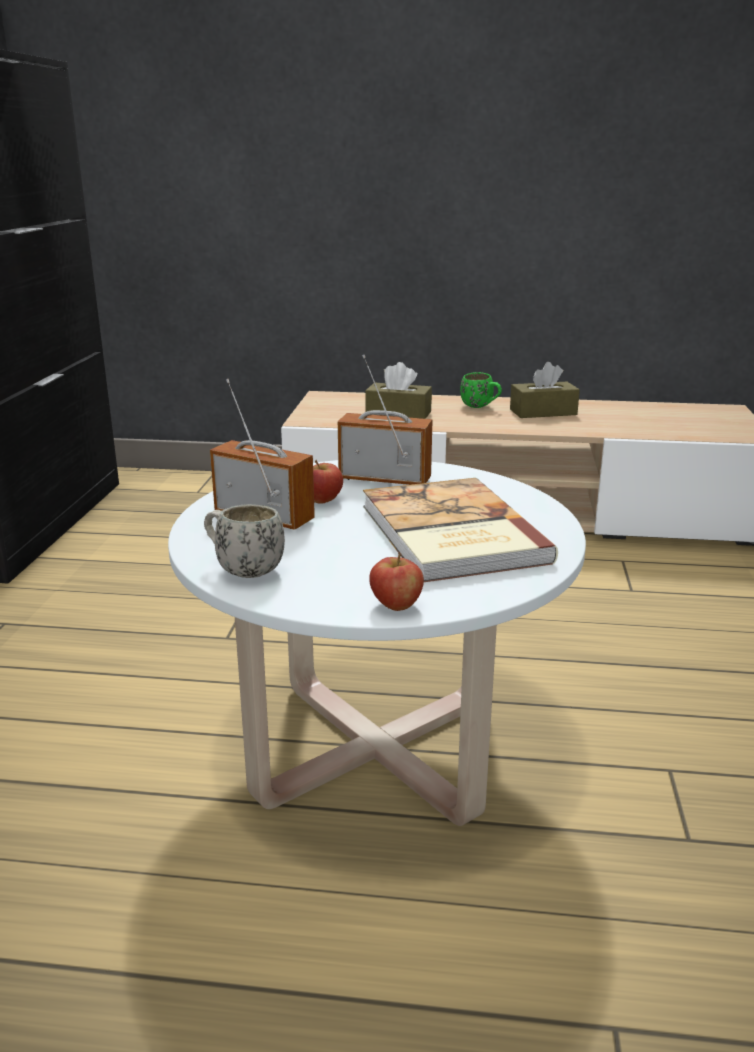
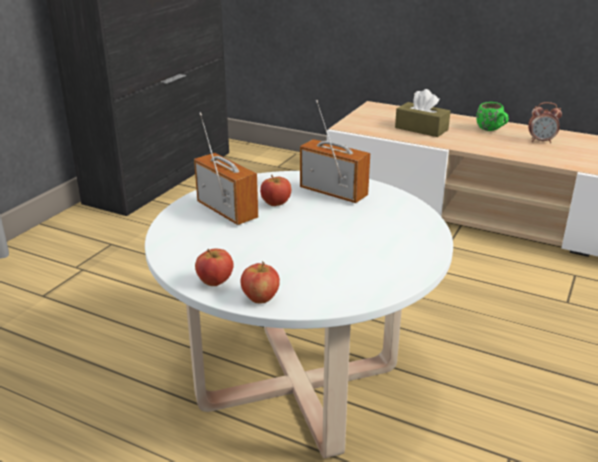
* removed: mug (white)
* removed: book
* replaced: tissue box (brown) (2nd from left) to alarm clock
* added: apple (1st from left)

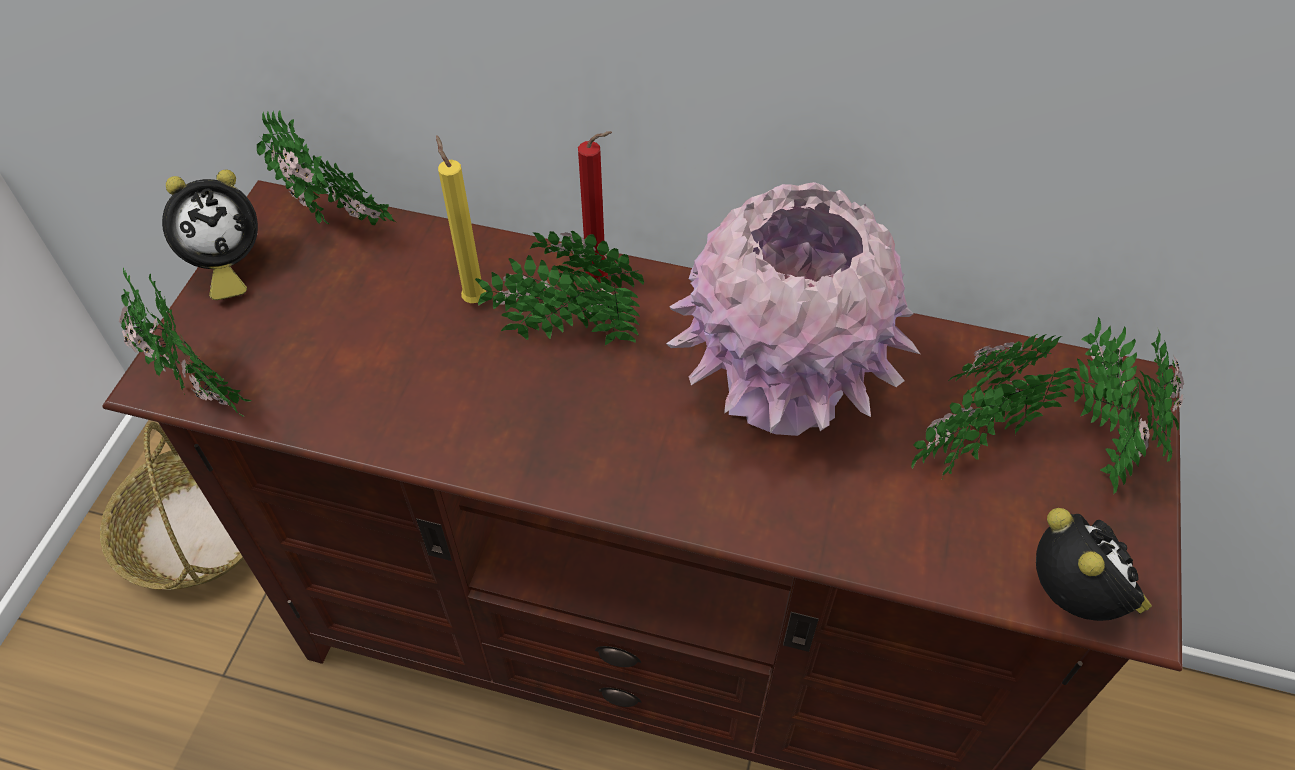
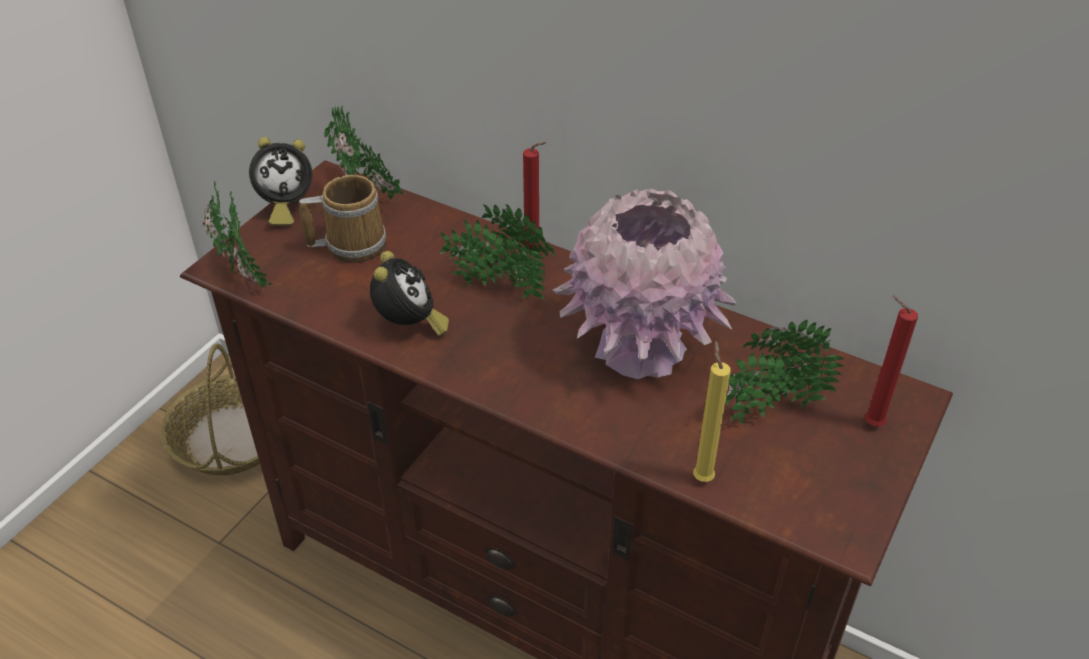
* moved: candle (yellow)
* moved: alarm clock (2nd from left)
* replaced: potted plant (5th from left) to candle (red) (2nd from left)
* added: mug

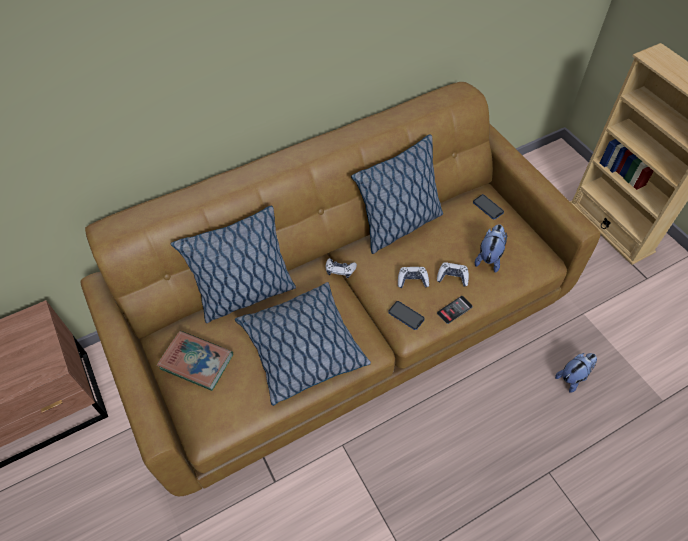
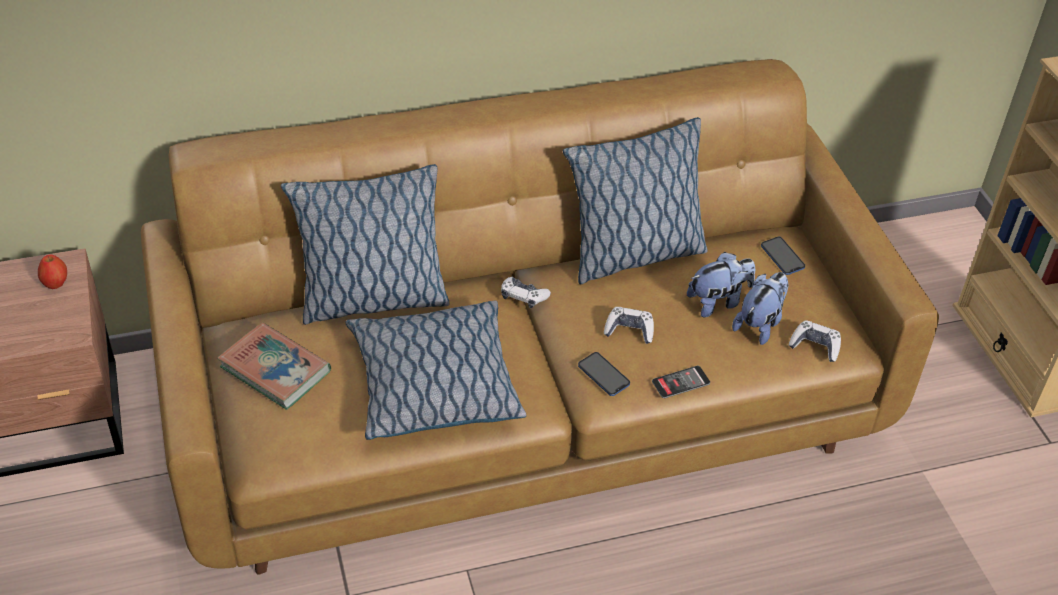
* moved: game controller (3rd from left)
* moved: plush toy (2nd from left in the first image) to plush toy (1st from left)
* added: apple

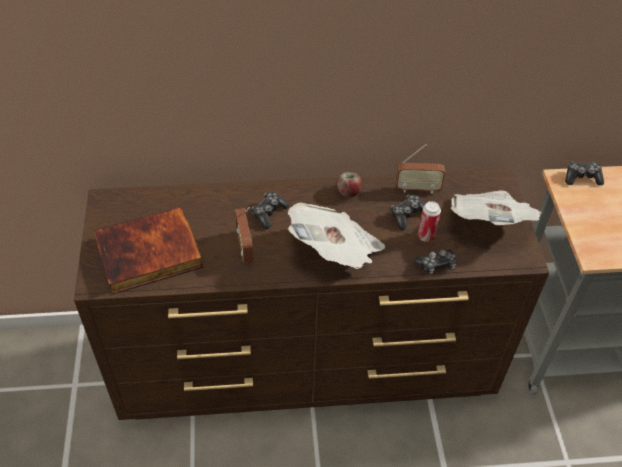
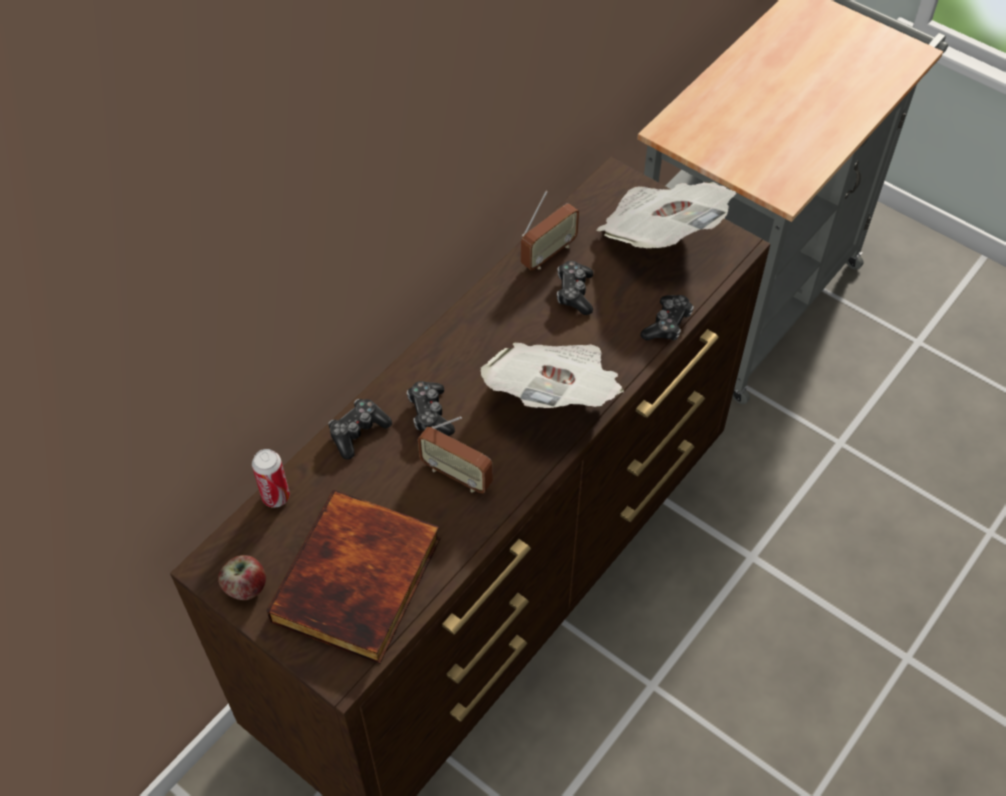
* moved: apple
* moved: can
* moved: game controller (4th from left in the first image) to game controller (1st from left)

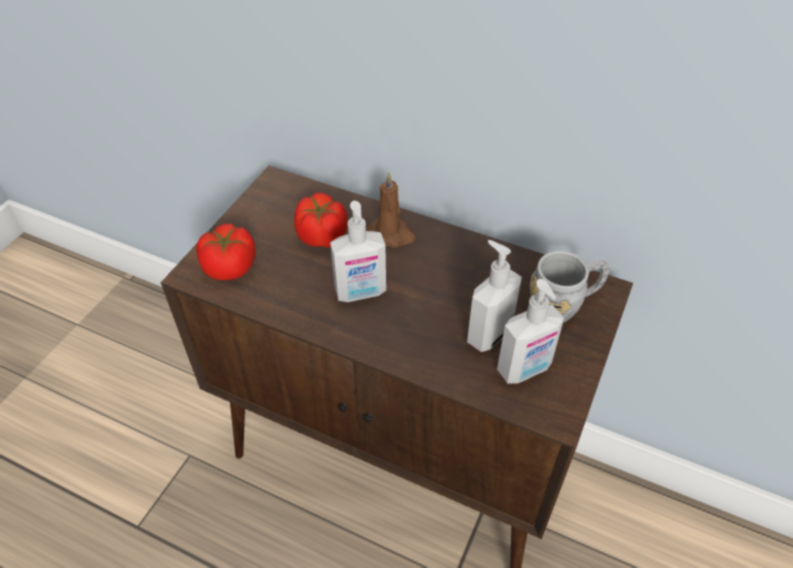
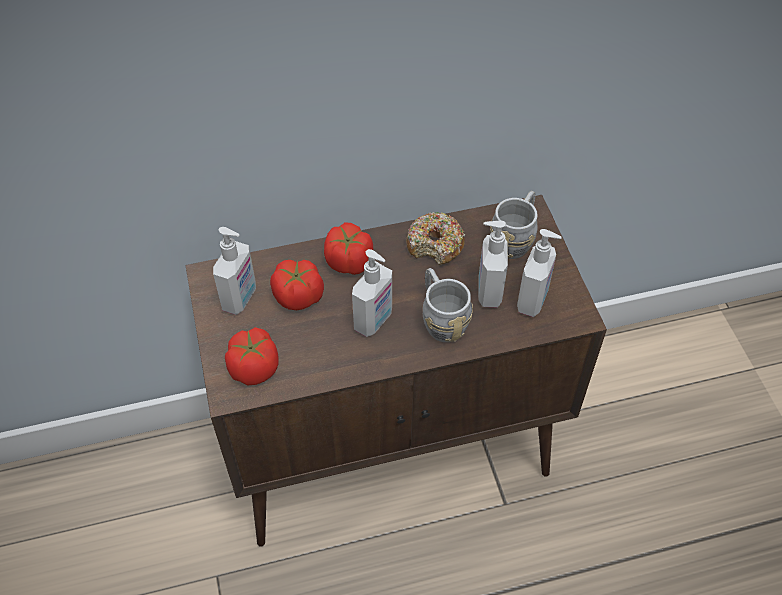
* replaced: candle (brown) to tomato (3rd from left)
* added: soap dispenser (1st from left)
* added: donut
* added: mug (grey) (1st from left)

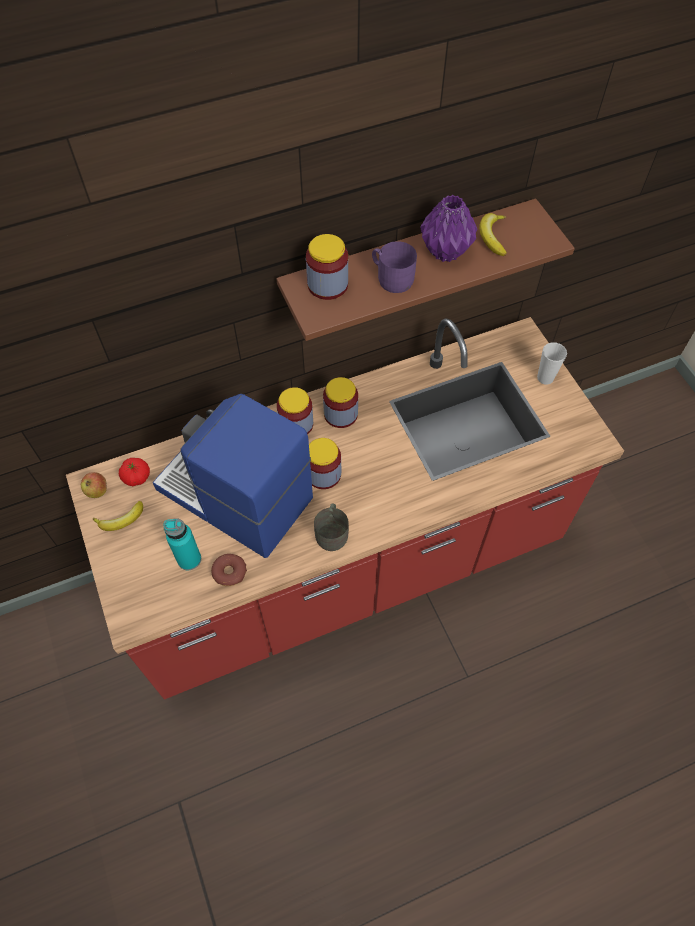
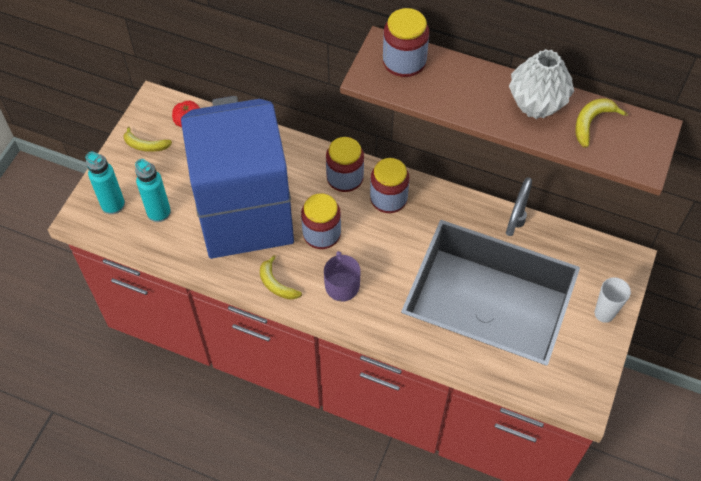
* removed: apple
* removed: donut
* replaced: mug (grey) to banana (2nd from left)
* moved: mug (purple)
* recoloured: vase (purple) to vase (grey)
* added: bottle (turquoise) (1st from left)

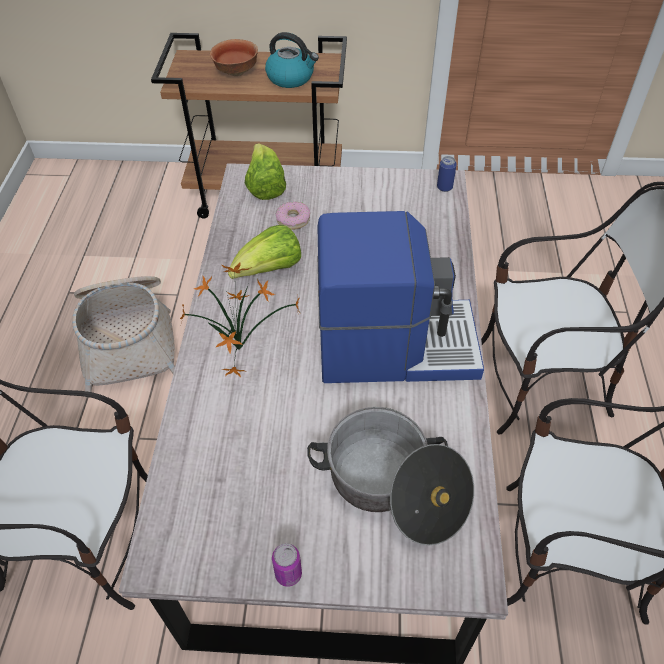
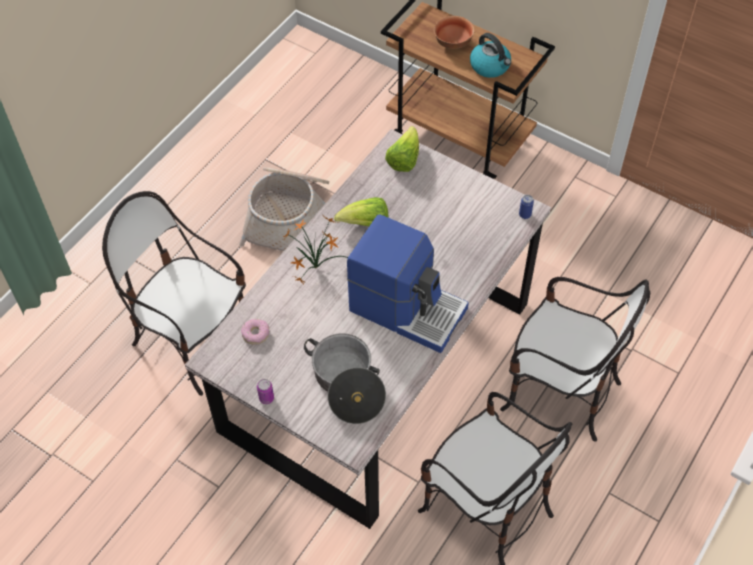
* moved: donut

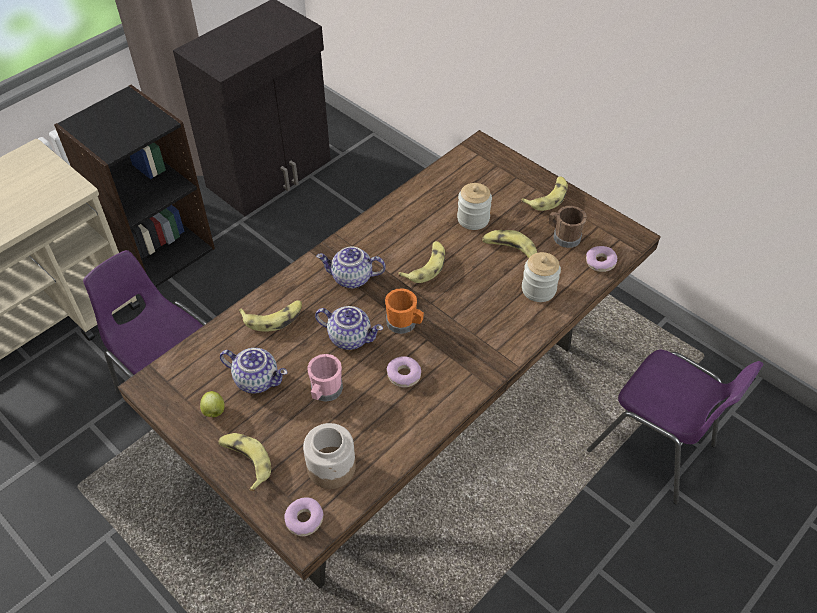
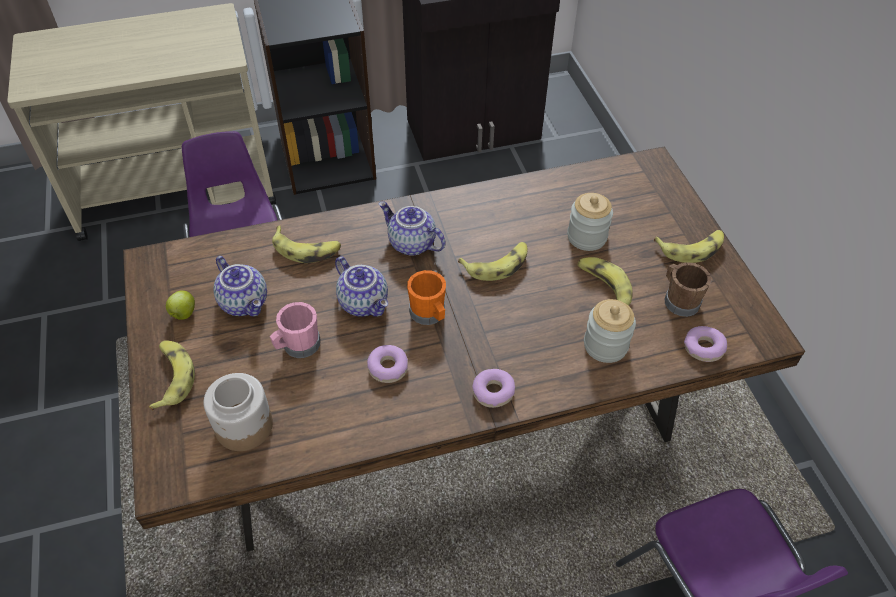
* moved: donut (1st from left in the first image) to donut (2nd from left)

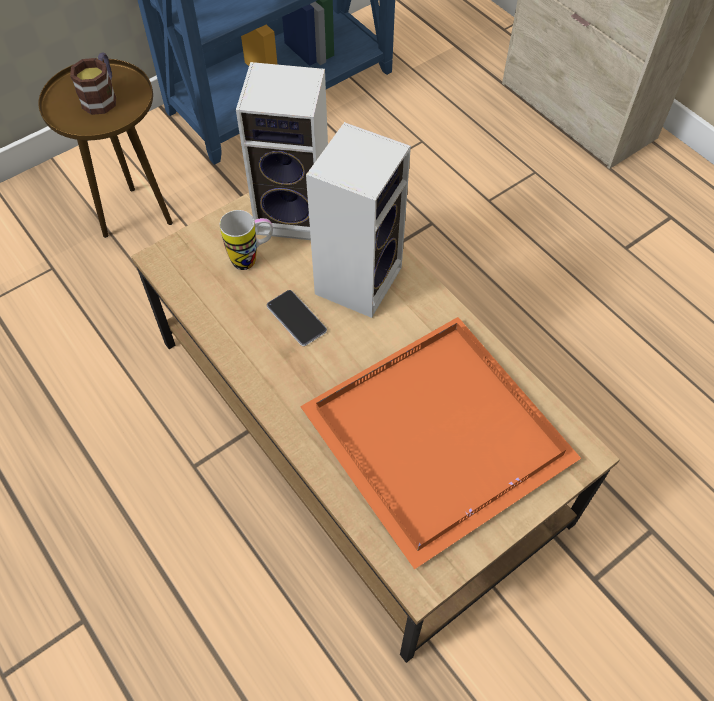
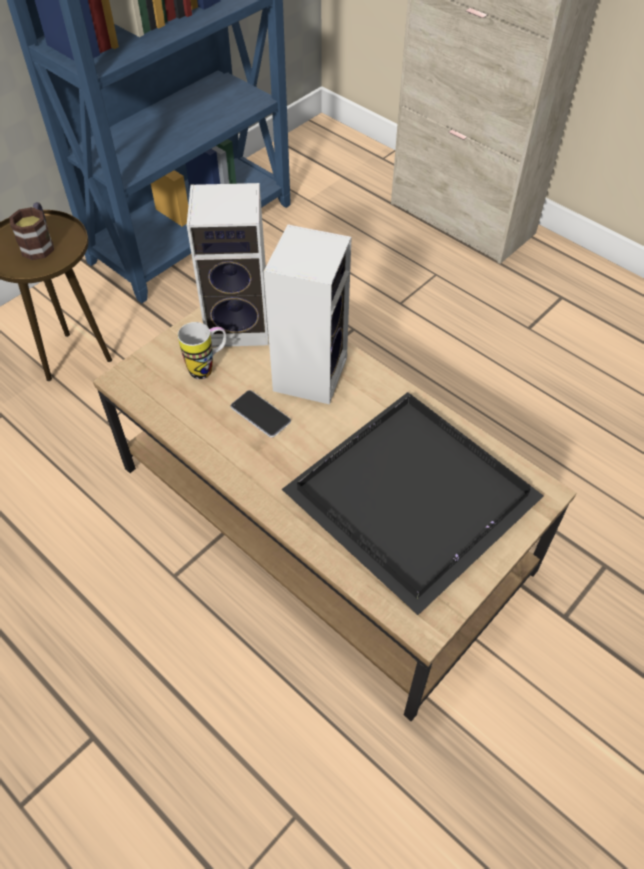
* recoloured: tray (orange) to tray (black)

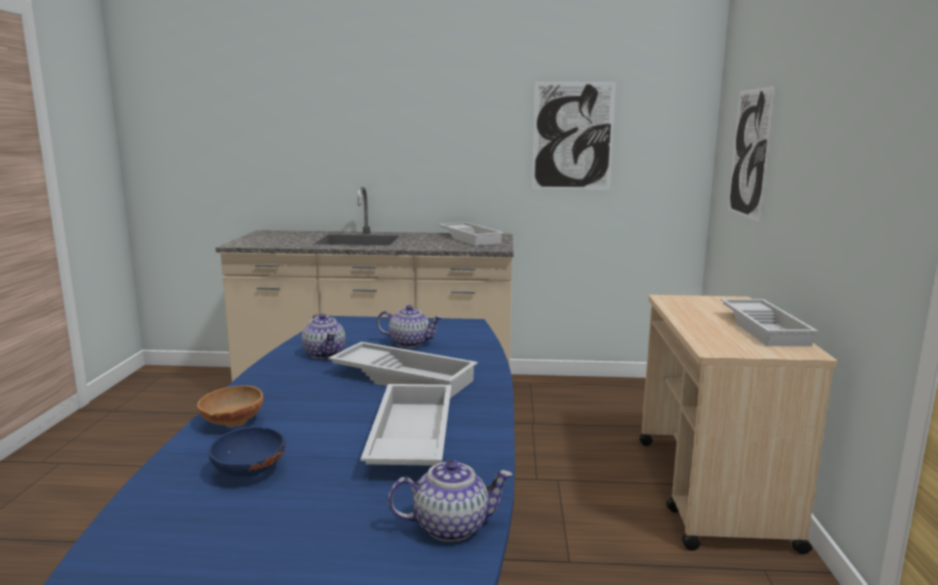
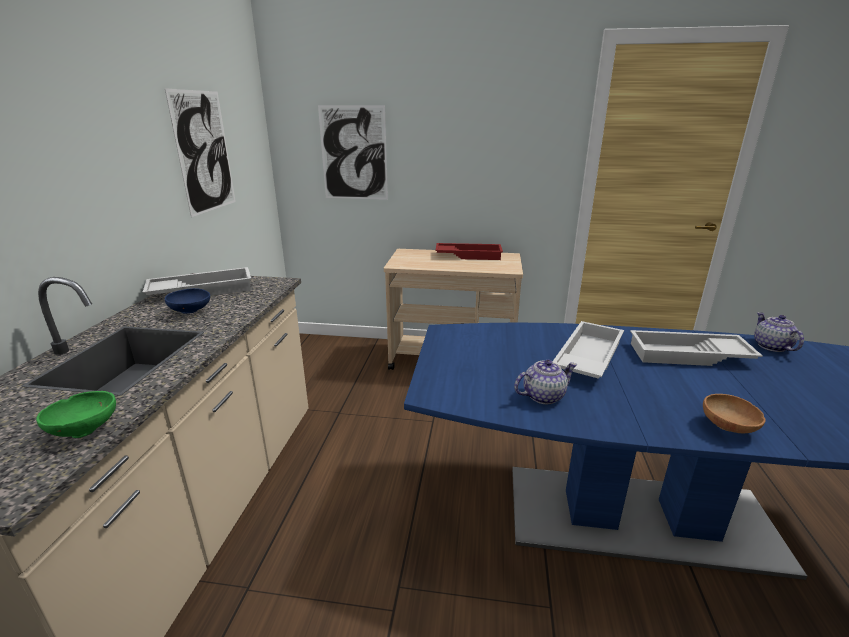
* moved: bowl (blue)
* removed: teapot (2nd from left)
* recoloured: tray (white) (4th from left) to tray (red)
* added: bowl (green)

